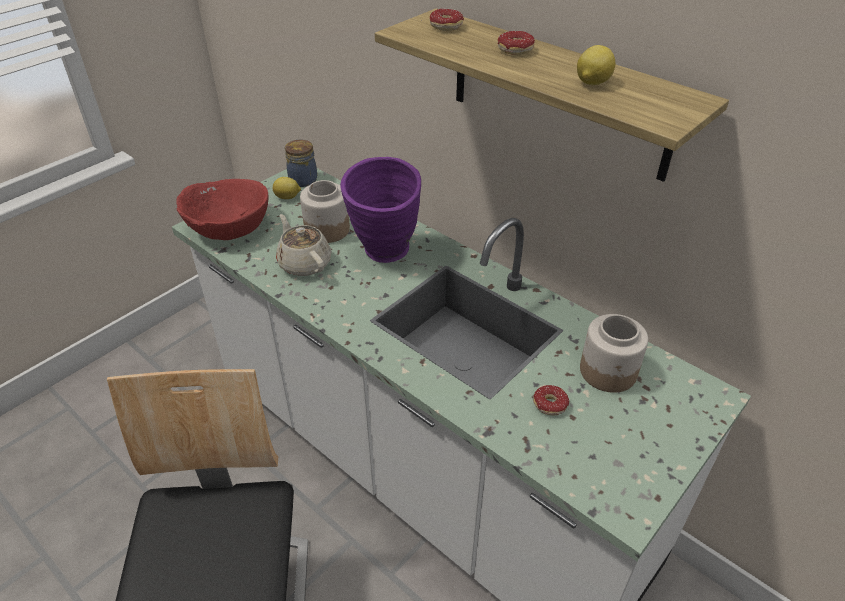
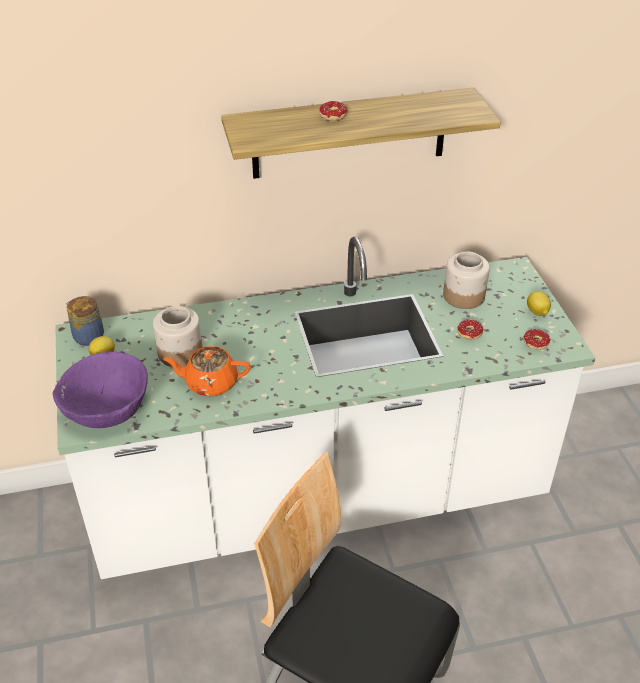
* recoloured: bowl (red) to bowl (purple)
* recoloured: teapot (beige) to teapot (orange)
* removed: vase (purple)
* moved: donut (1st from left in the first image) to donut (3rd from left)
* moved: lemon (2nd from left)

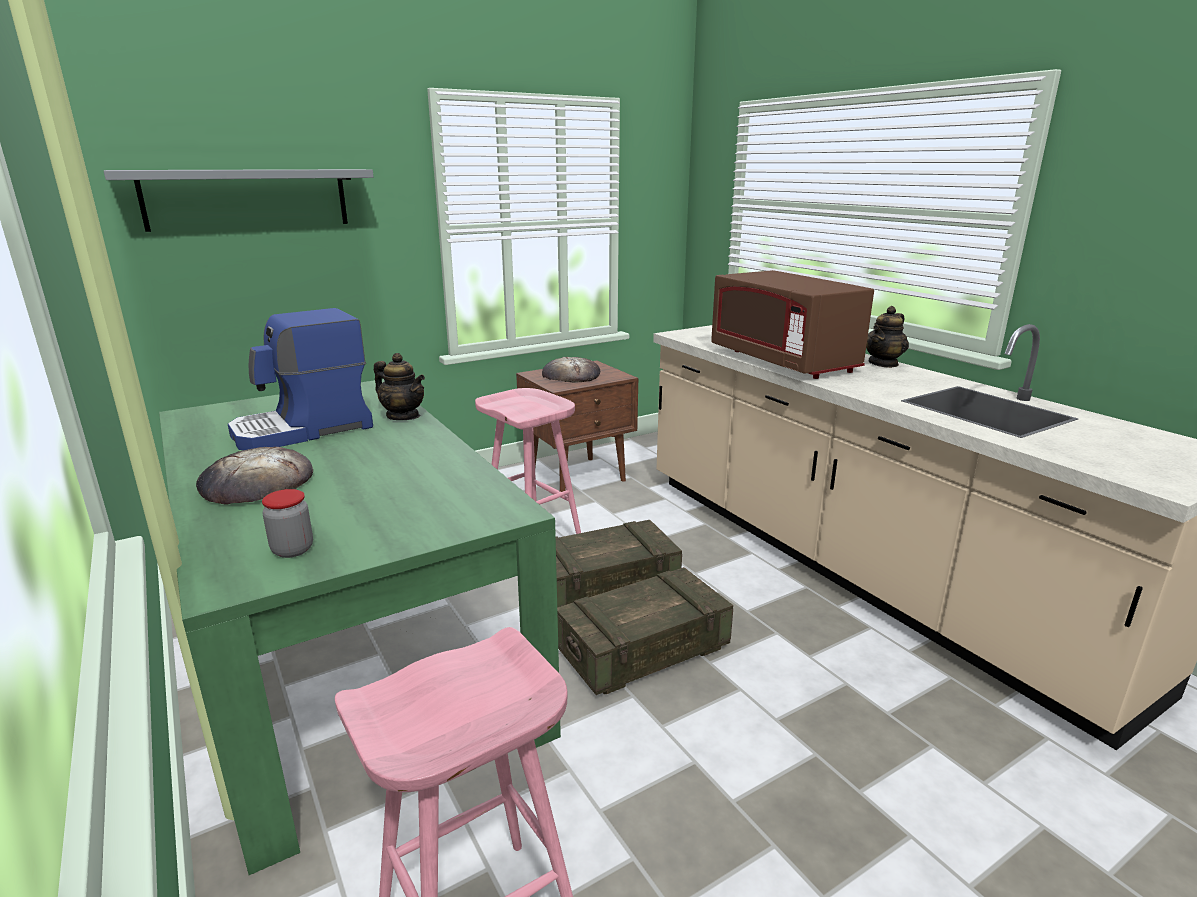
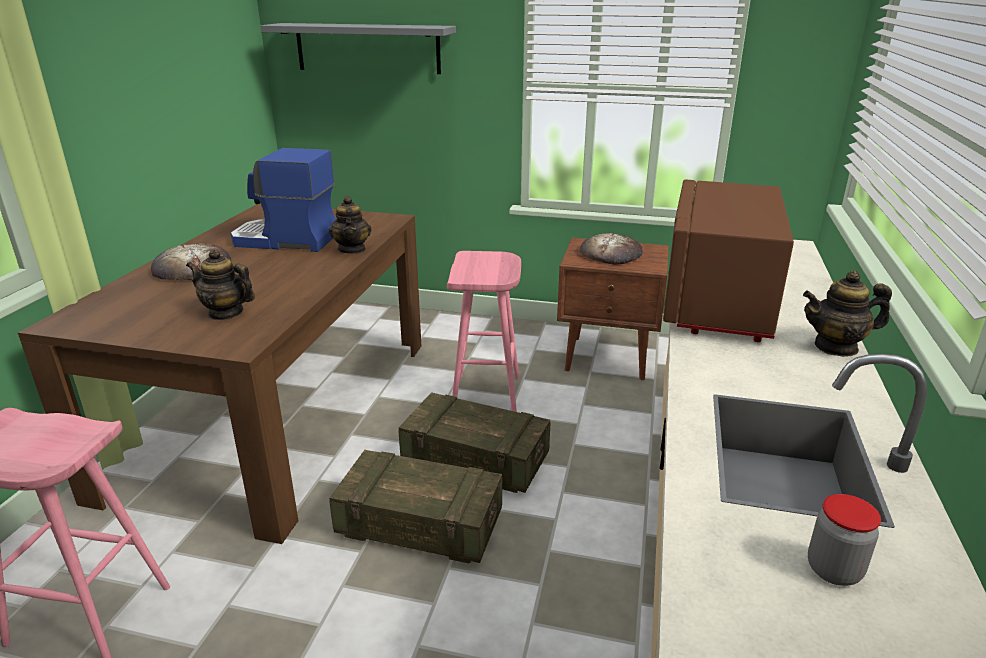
* recoloured: dining table (green) to dining table (brown)
* moved: jar
* added: teapot (1st from left)

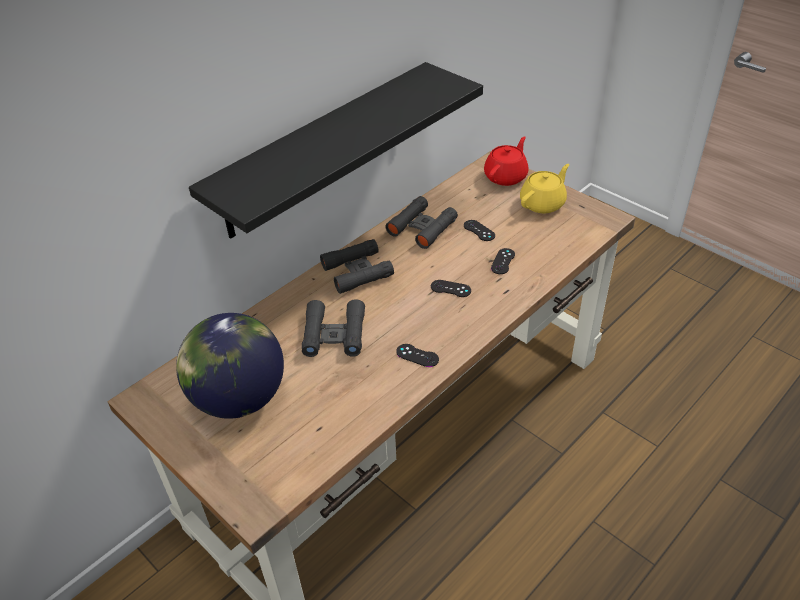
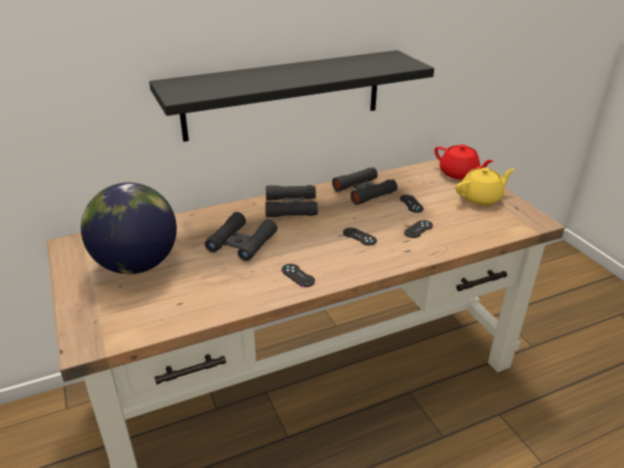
* turned: teapot (red) 75 degrees clockwise

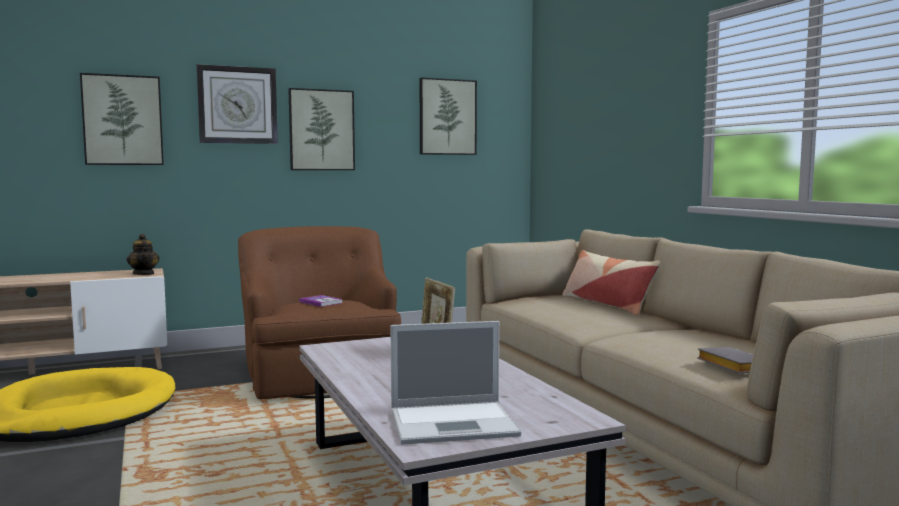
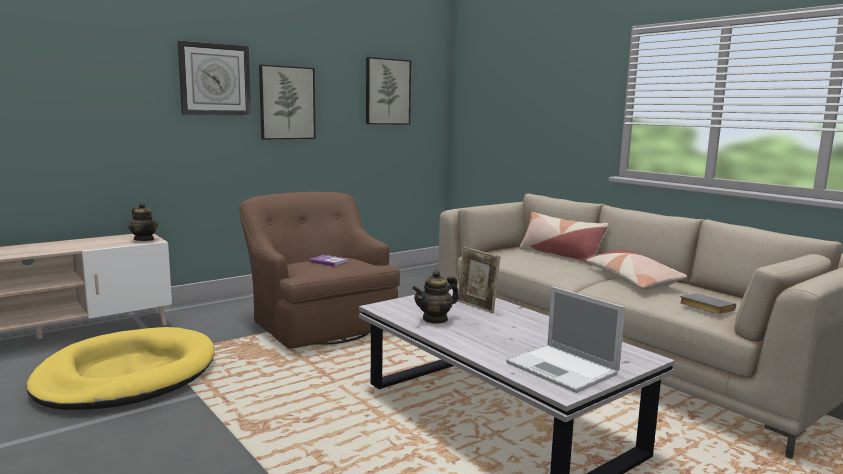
* removed: picture (1st from left)
* turned: laptop 75 degrees clockwise
* added: teapot (2nd from left)
* added: pillow (2nd from left)

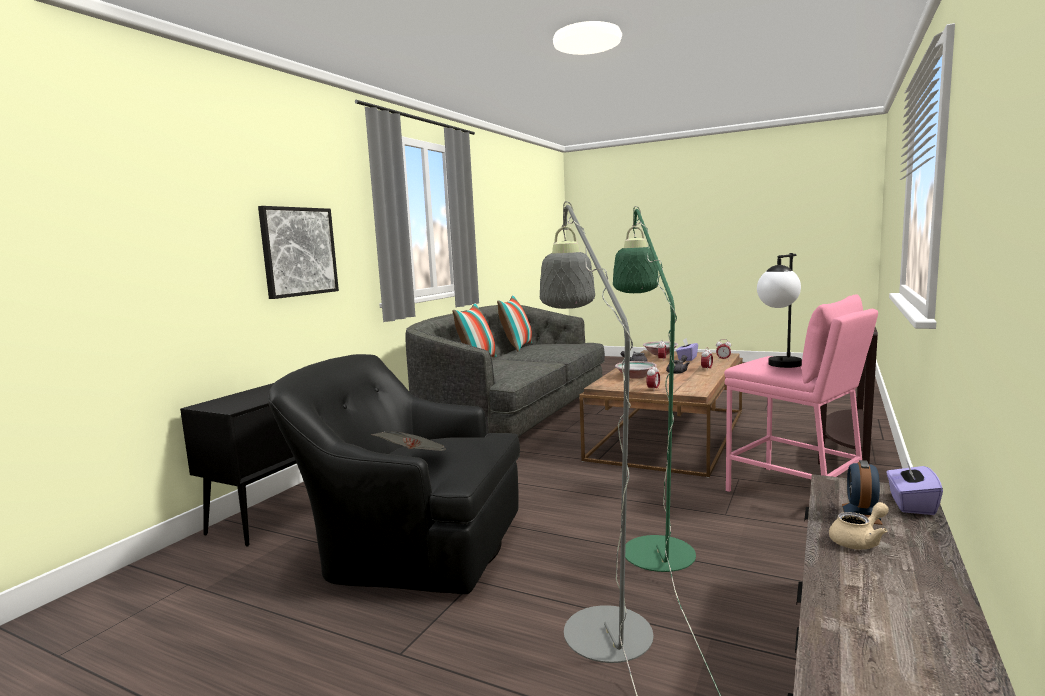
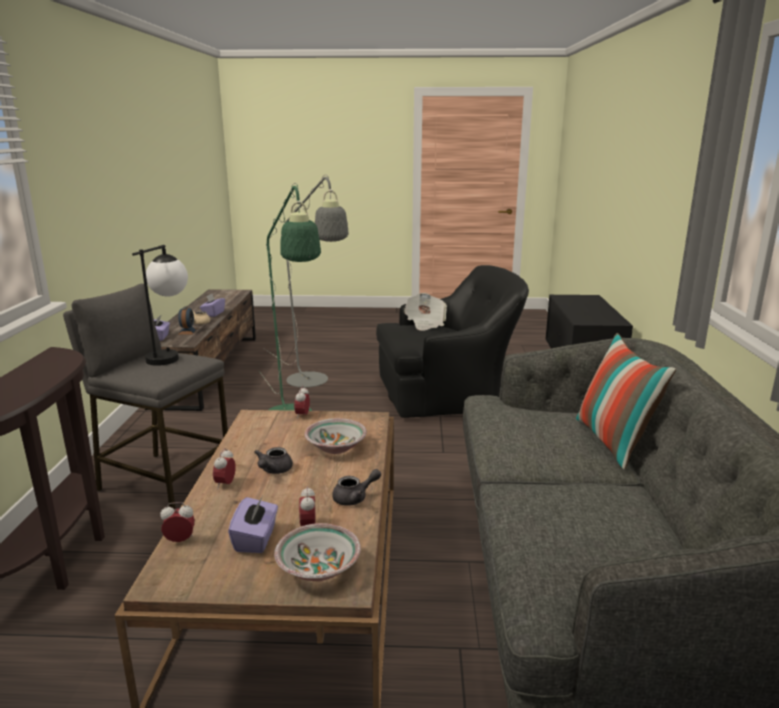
* removed: picture
* removed: pillow (2nd from left)
* recoloured: stool (pink) to stool (grey)
* added: tissue box (purple) (2nd from left)

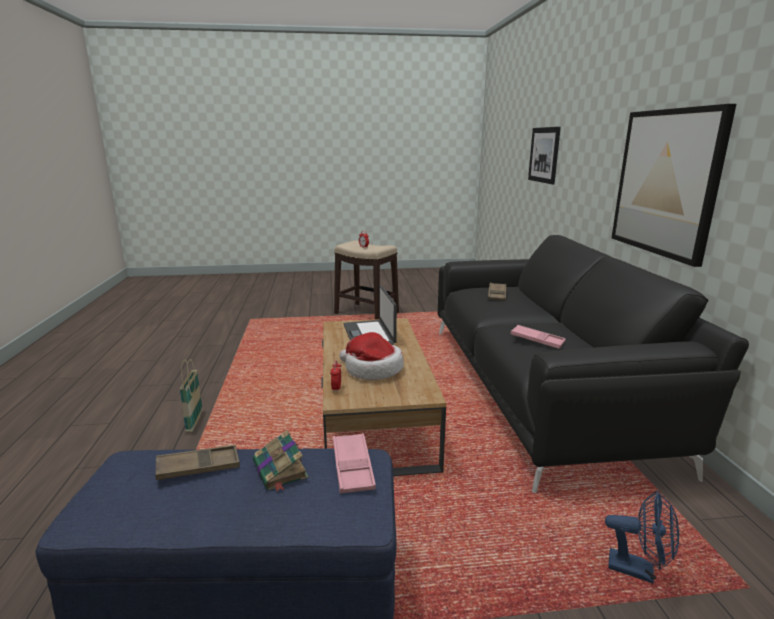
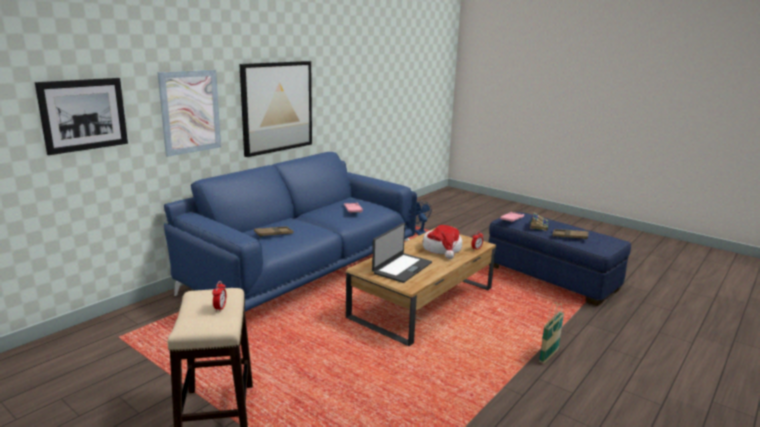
* recoloured: sofa (black) to sofa (blue)
* added: picture (2nd from left)

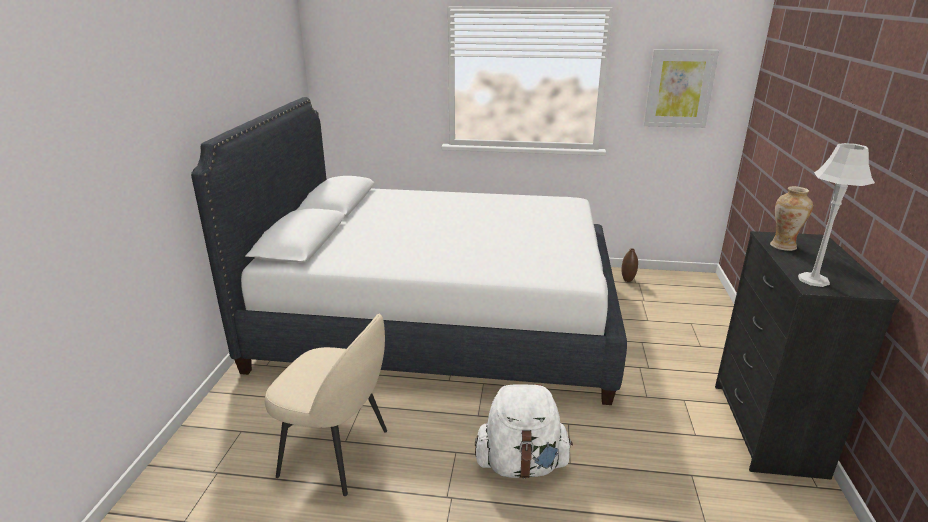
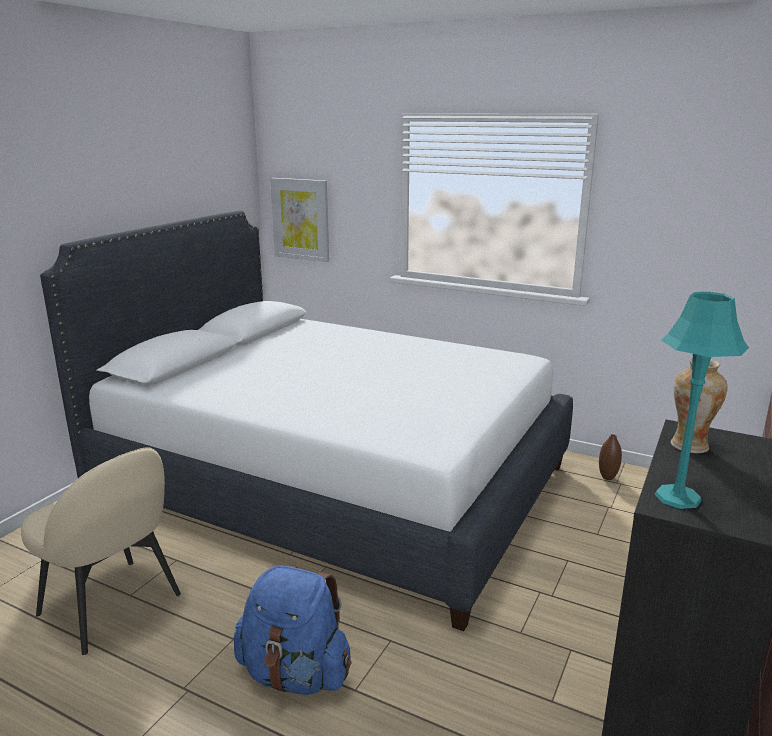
* recoloured: backpack (white) to backpack (blue)
* moved: picture
* recoloured: table lamp (grey) to table lamp (turquoise)

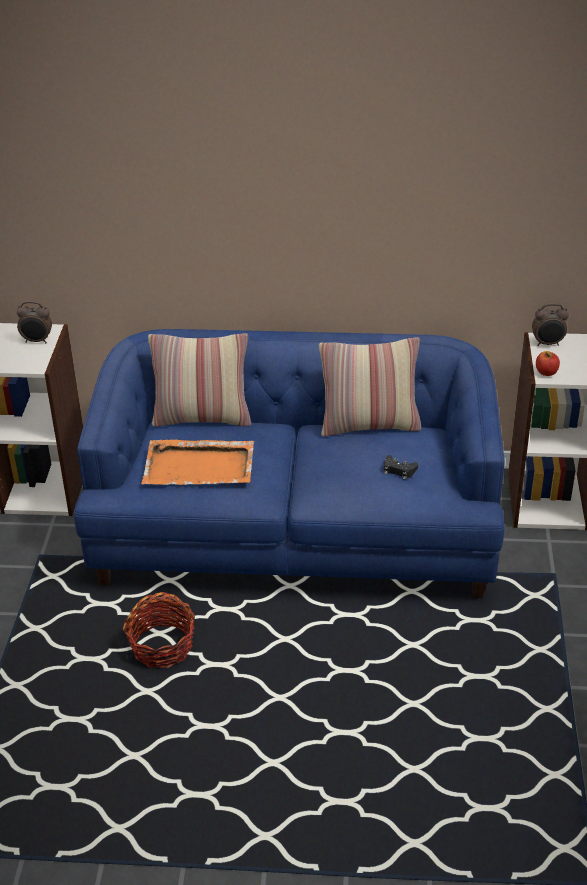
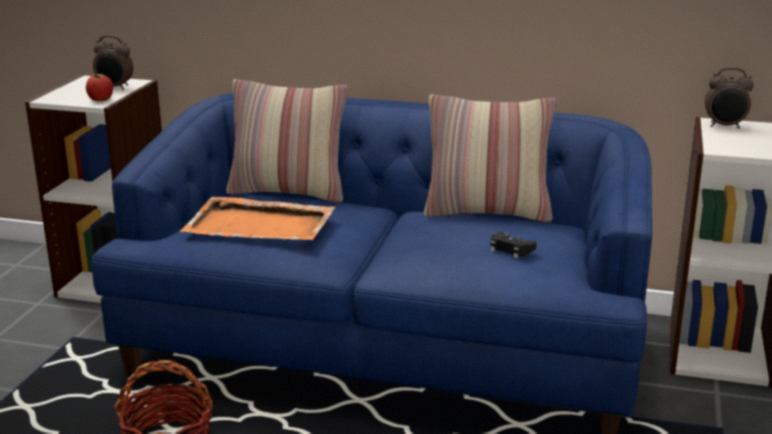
* moved: apple

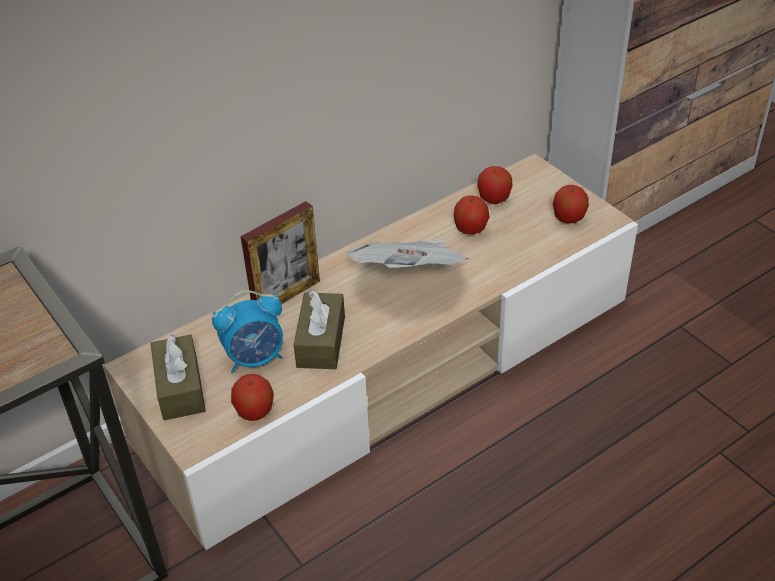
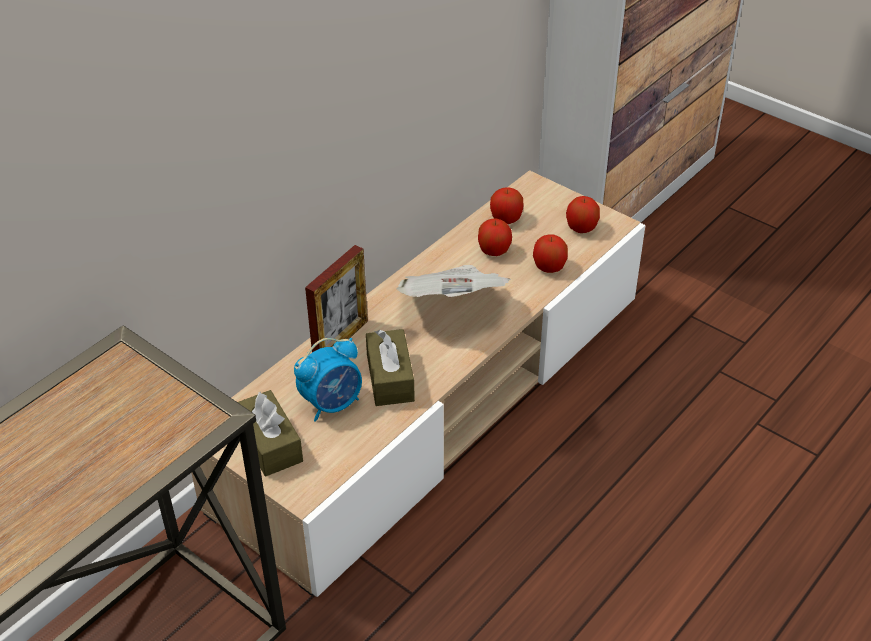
* moved: apple (1st from left in the first image) to apple (3rd from left)

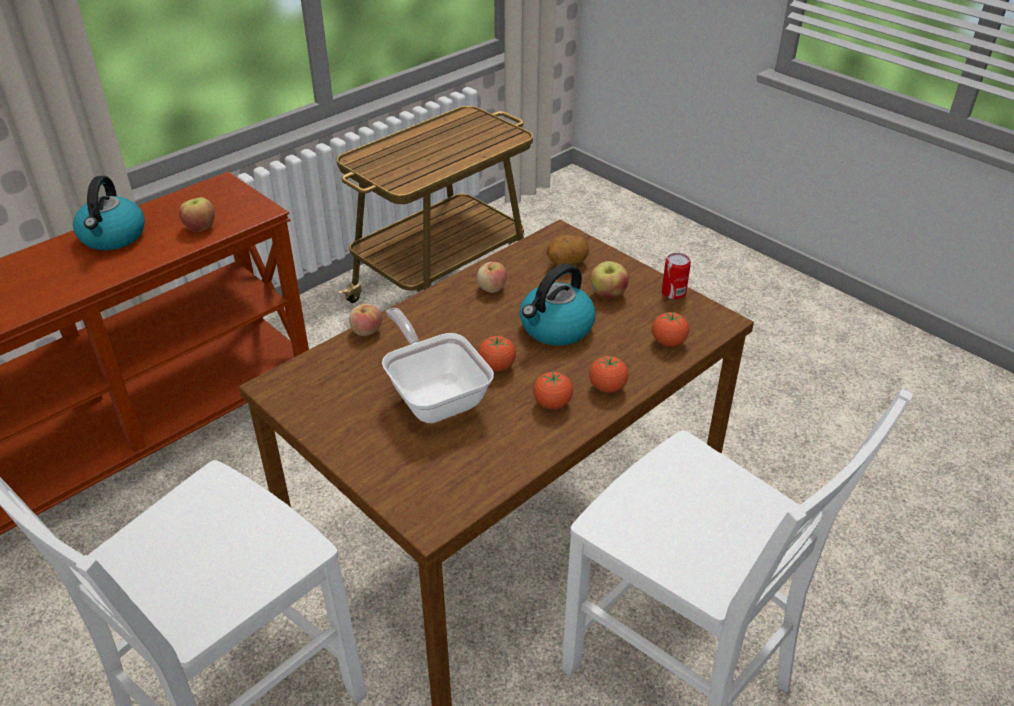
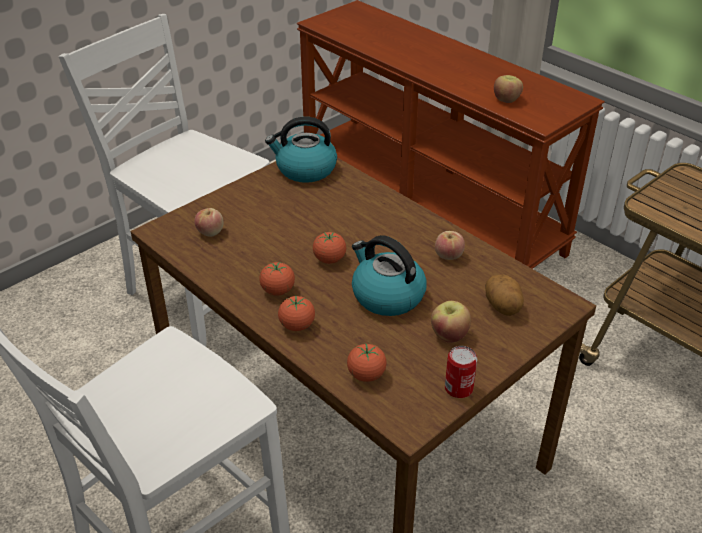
* moved: kettle (1st from left)
* moved: apple (2nd from left in the first image) to apple (1st from left)
* removed: frying pan

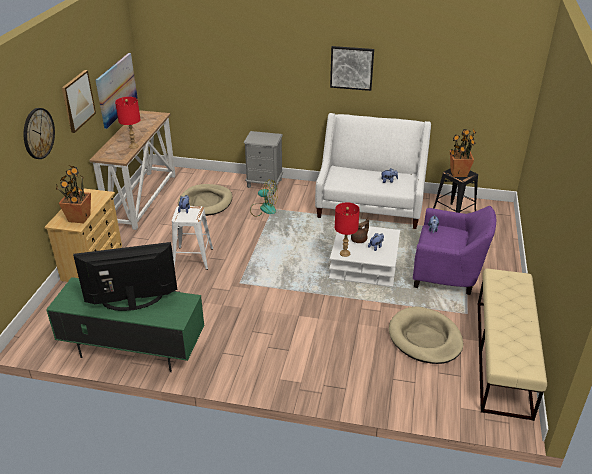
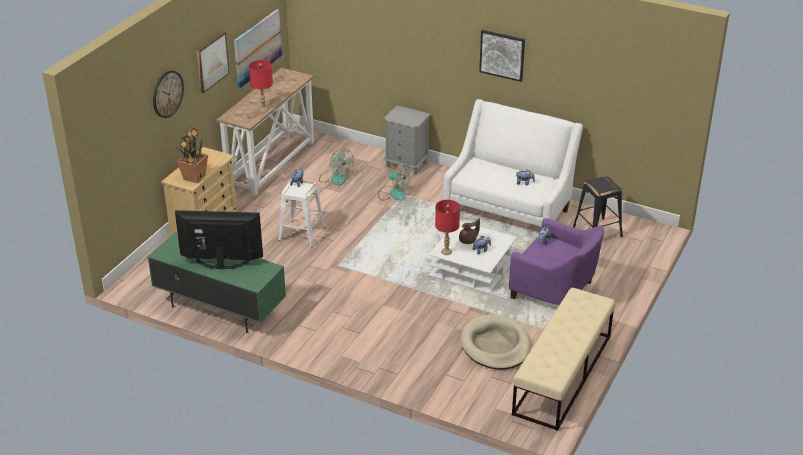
* replaced: dog bed (beige) (1st from left) to fan (1st from left)
* removed: potted plant (2nd from left)

